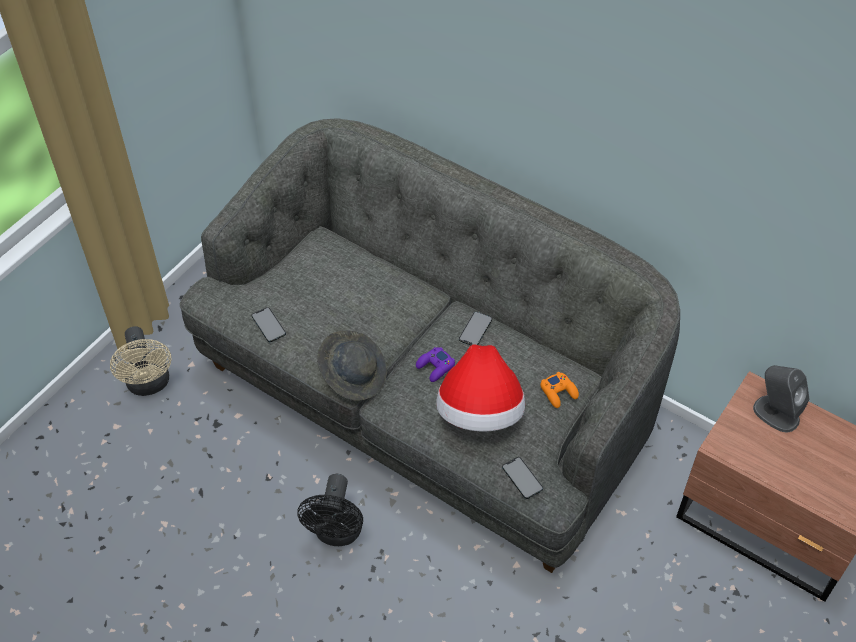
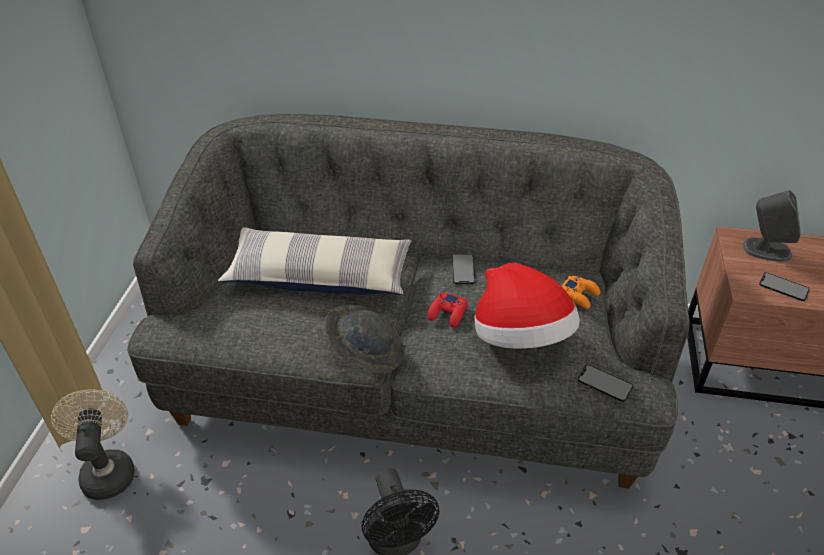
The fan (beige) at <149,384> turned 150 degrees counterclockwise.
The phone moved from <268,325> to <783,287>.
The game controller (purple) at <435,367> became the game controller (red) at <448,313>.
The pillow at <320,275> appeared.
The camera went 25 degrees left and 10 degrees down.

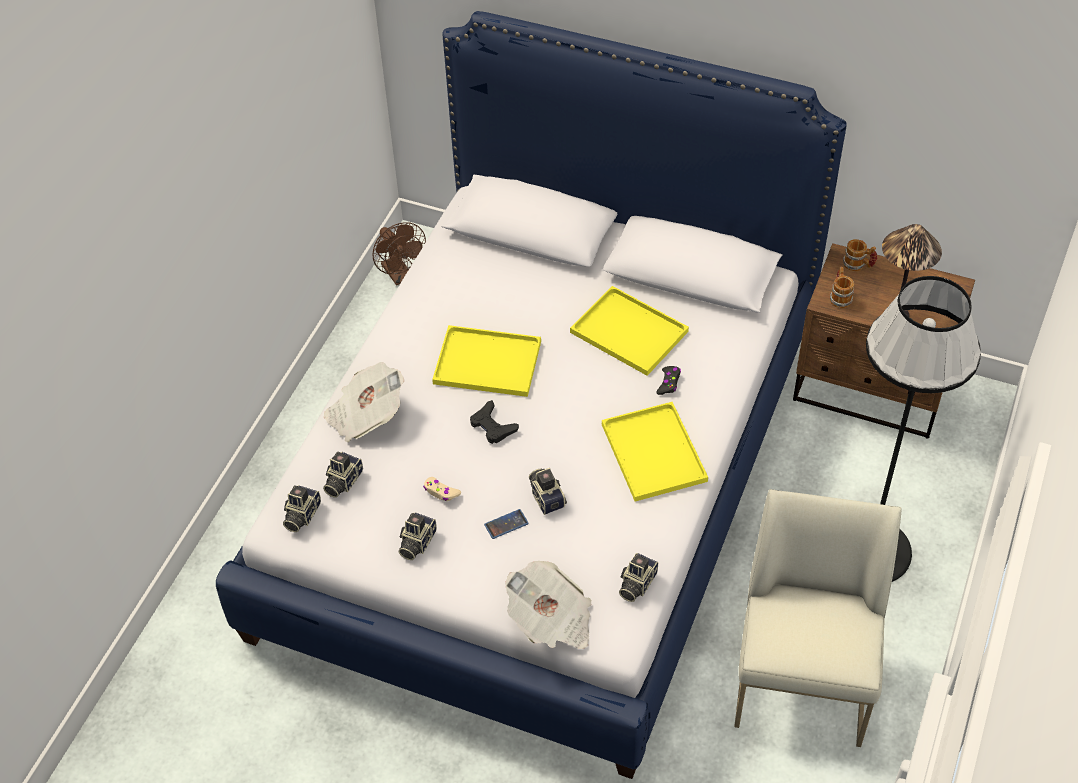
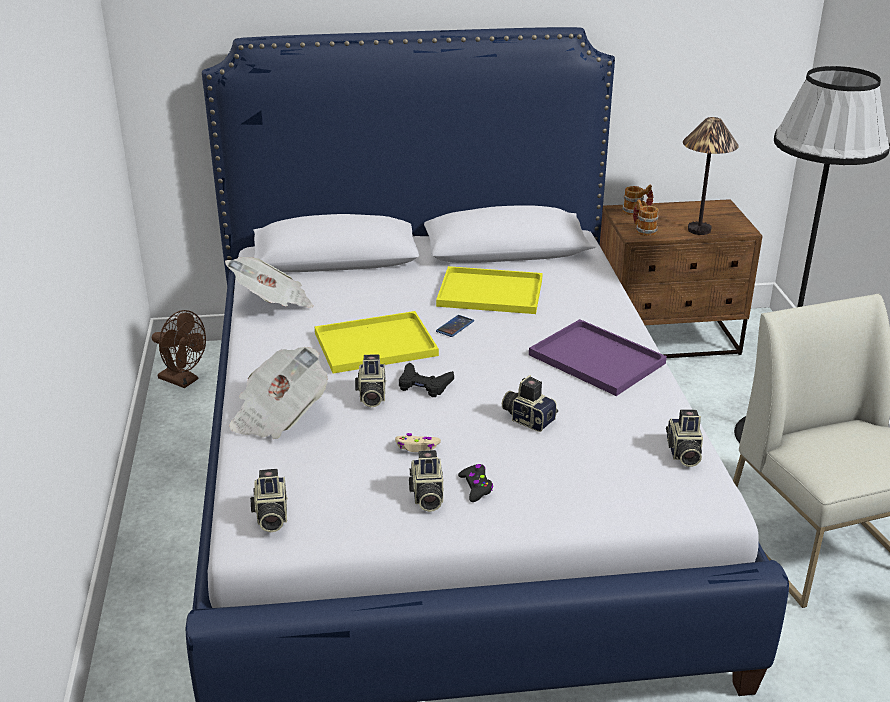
The photo camera moved from <342,481> to <371,396>.
The phone moved from <506,524> to <455,326>.
The newspaper moved from <551,620> to <273,303>.
The tray (yellow) at <655,454> became the tray (purple) at <599,359>.
The game controller (black) moved from <669,383> to <476,487>.
The camera went 30 degrees left and 20 degrees down.

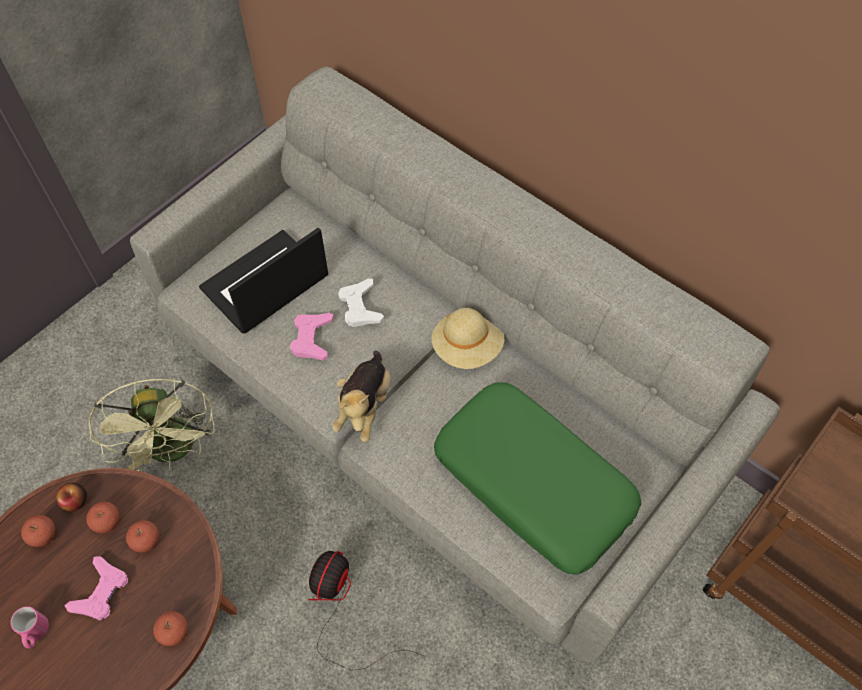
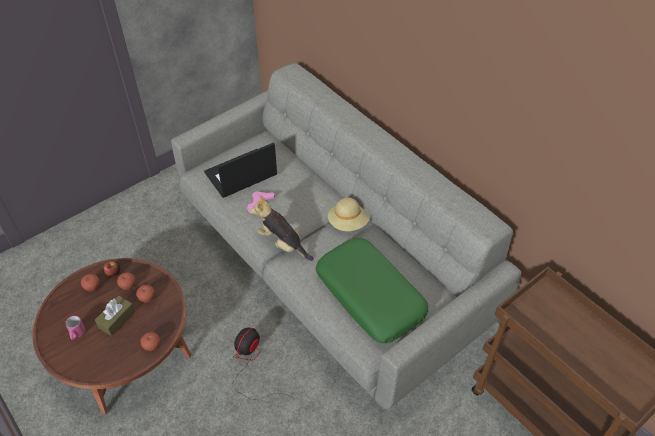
The game controller (pink) at <101,592> was replaced by the tissue box (brown) at <117,319>.
The fan (green) at <174,450> disappeared.
The plush toy at <364,406> turned 105 degrees clockwise.
The game controller (white) at <360,307> disappeared.
The camera went 10 degrees right and 10 degrees down.

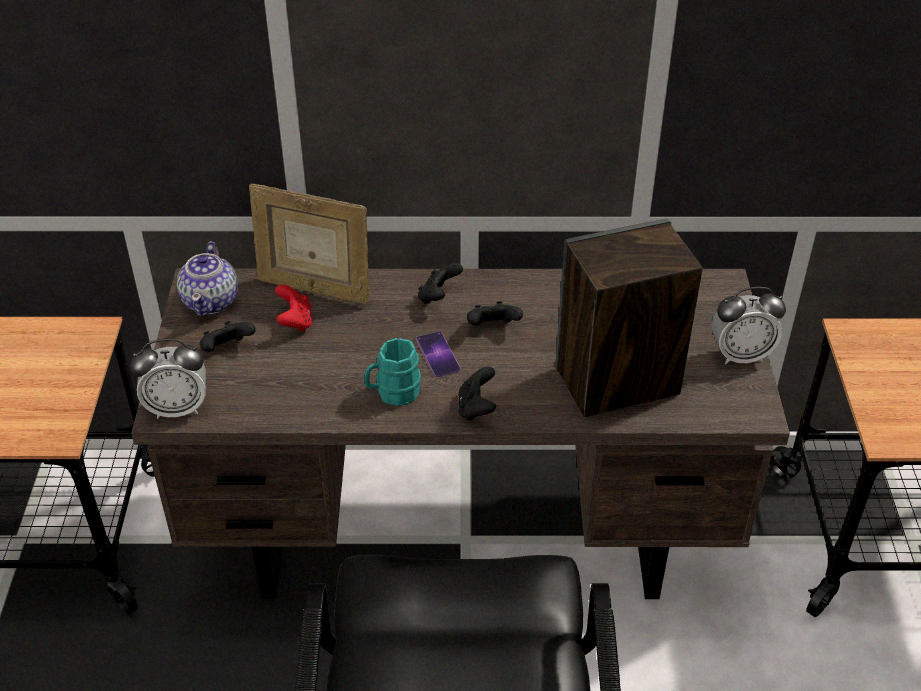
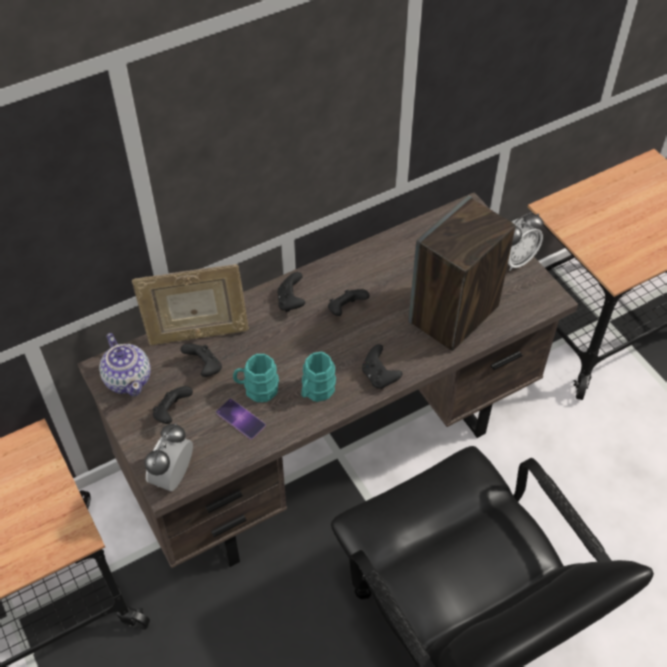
The alarm clock at <177,408> turned 150 degrees clockwise.
The game controller (red) at <295,322> became the game controller (black) at <204,367>.
The phone moved from <438,354> to <240,419>.
The mug (turquoise) at <257,389> appeared.
The camera went 30 degrees left and 10 degrees up.

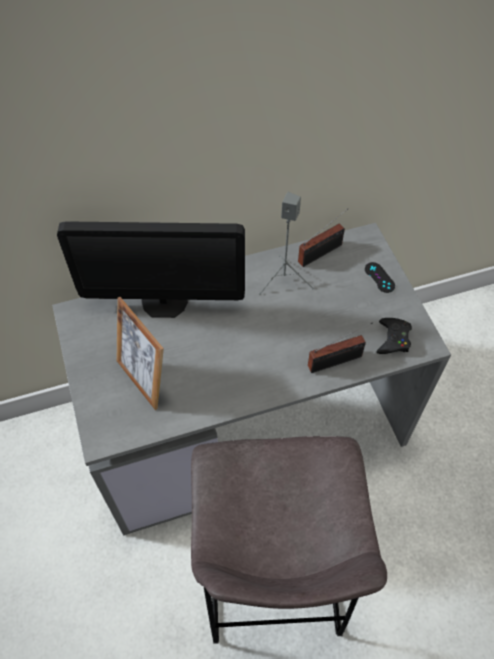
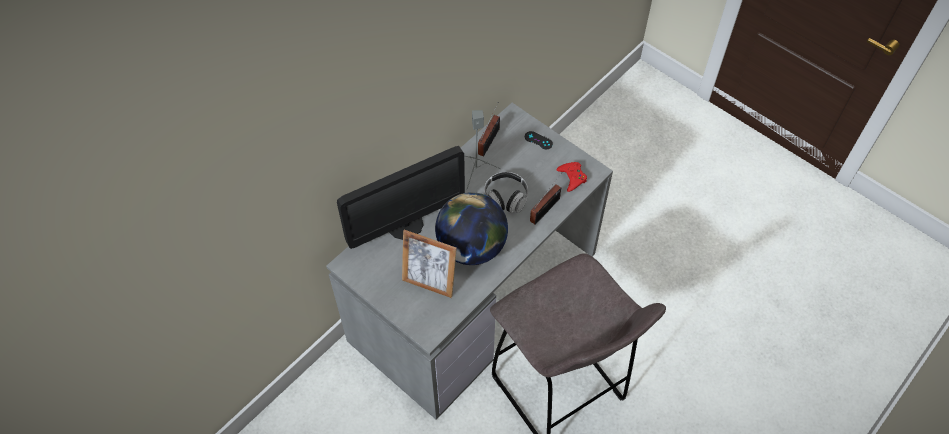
The game controller (black) at <393,339> became the game controller (red) at <572,178>.
The globe at <471,247> appeared.
The headphones at <505,198> appeared.
The camera went 30 degrees left and 0 degrees up.

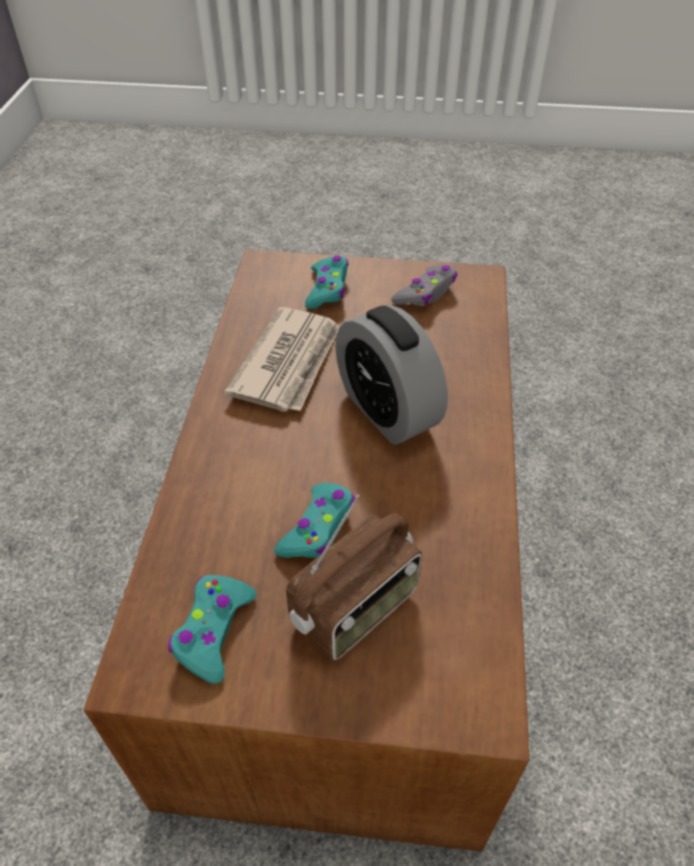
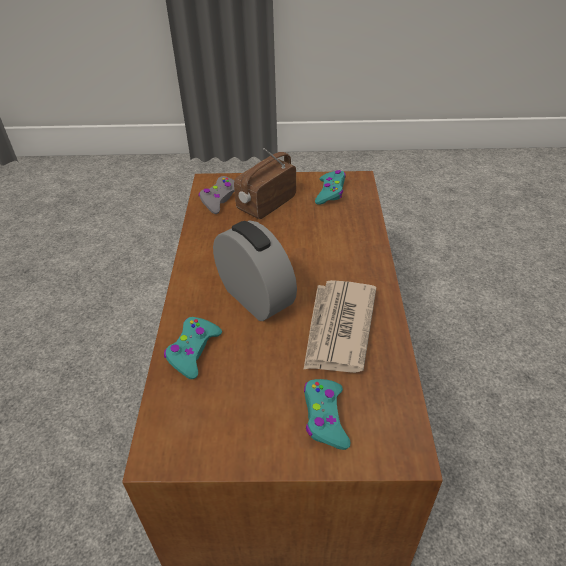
The game controller (turquoise) moved from <318,528> to <193,351>.
The game controller (grey) moved from <426,293> to <221,200>.
The camera went 175 degrees right and 5 degrees down.

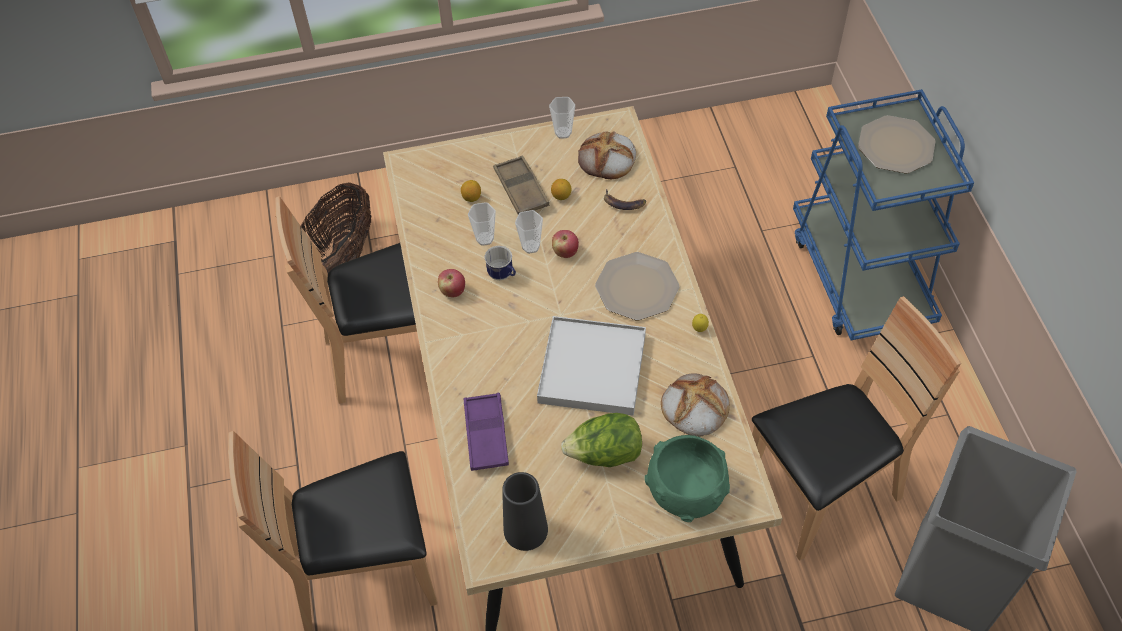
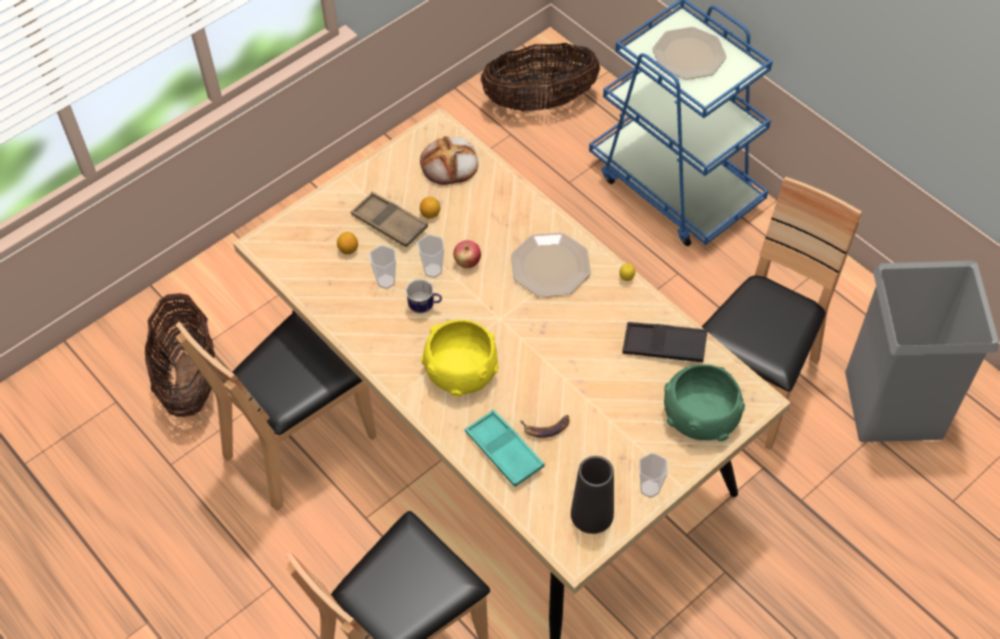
The apple at <452,291> disappeared.
The tray (purple) at <486,434> became the tray (turquoise) at <504,451>.
The tray (white) at <592,368> disappeared.
The cup moved from <563,132> to <649,488>.
The lettuce at <604,454> disappeared.
The banana moved from <623,203> to <546,427>.
The bread at <694,407> was replaced by the tray (black) at <664,346>.
The bowl (yellow) at <460,369> appeared.
The basket at <540,101> appeared.
The camera went 30 degrees left and 0 degrees up.

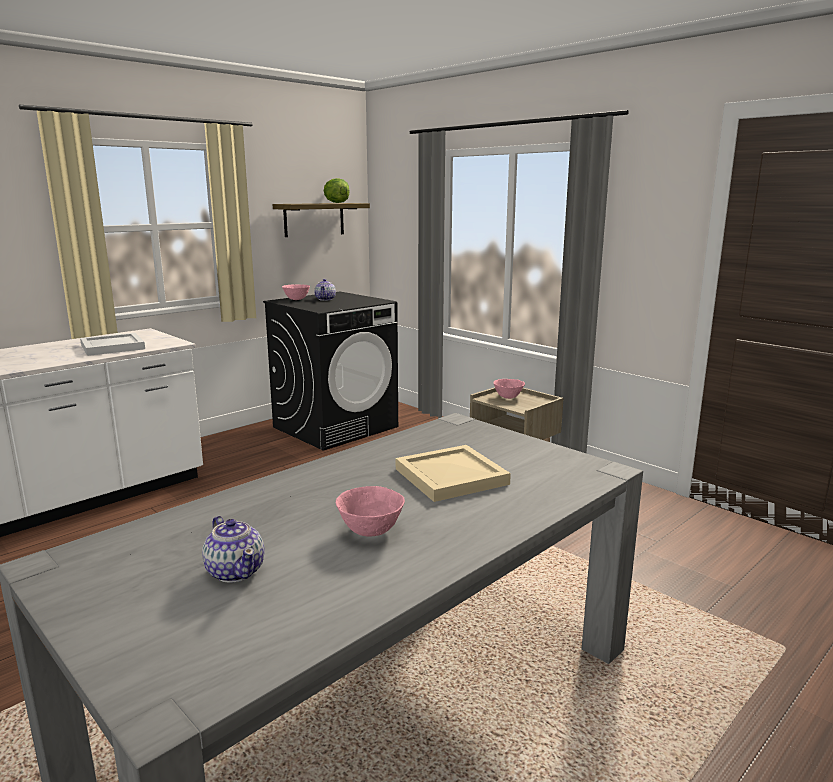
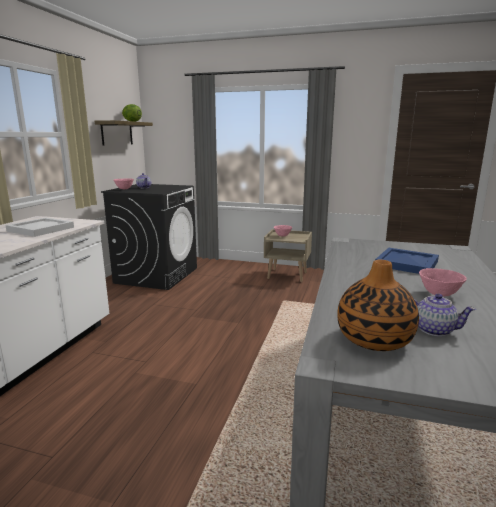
The tray (beige) at <449,476> became the tray (blue) at <405,263>.
The vase at <374,339> appeared.
The camera went 30 degrees left and 0 degrees up.

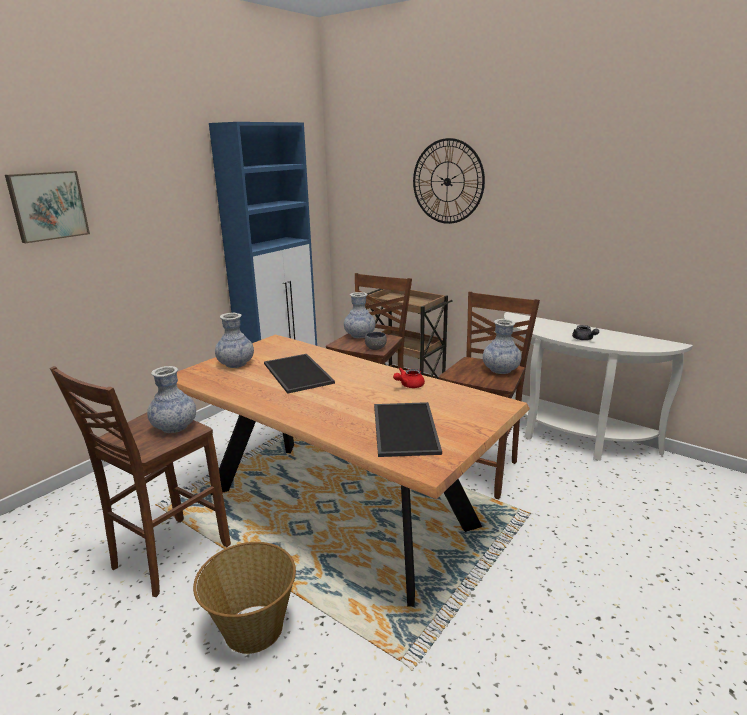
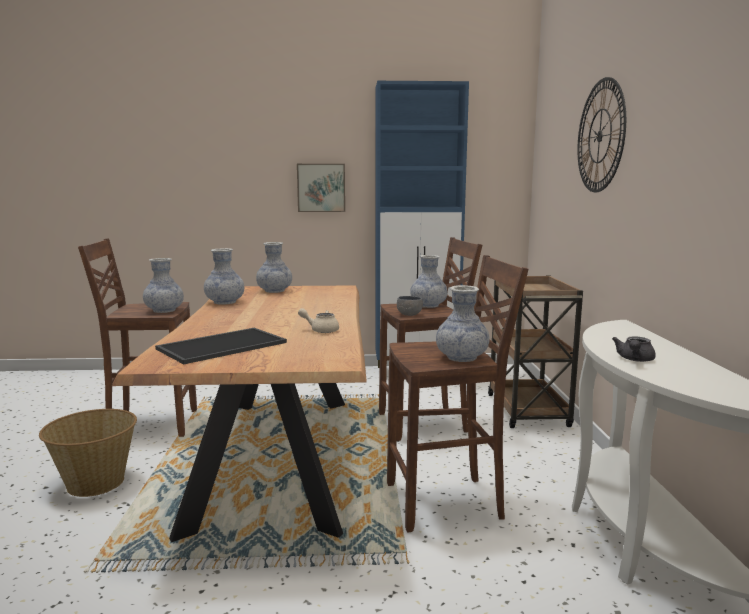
The picture moved from <48,205> to <321,187>.
The tray at <299,373> disappeared.
The teapot (red) at <409,385> became the teapot (beige) at <321,330>.
The vase at <225,302> appeared.
The camera went 50 degrees right and 10 degrees down.

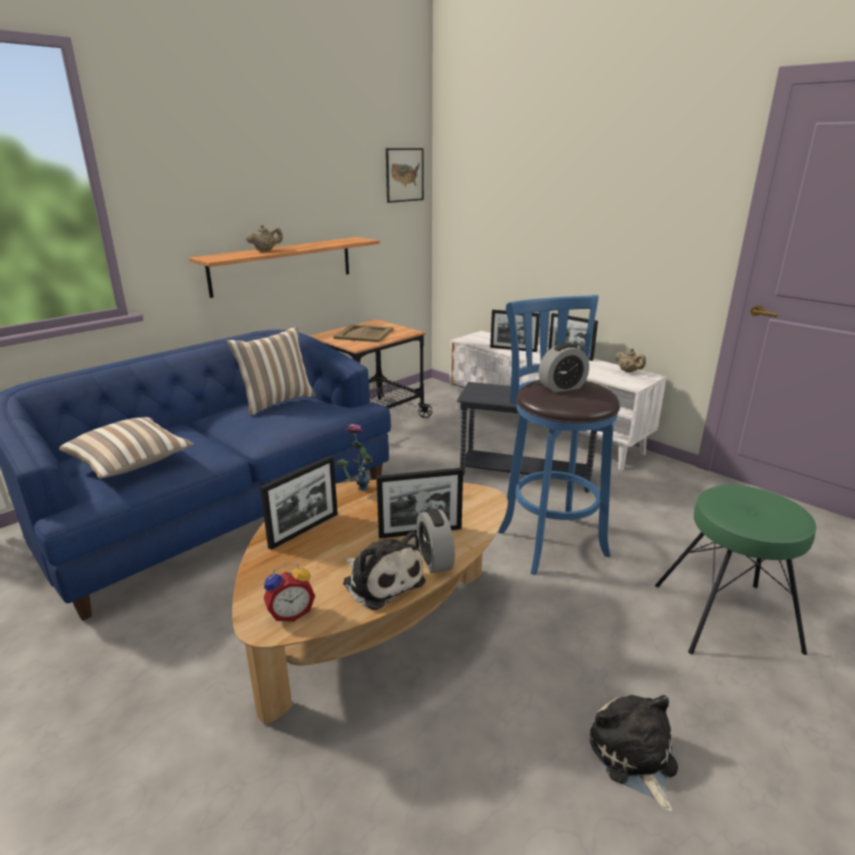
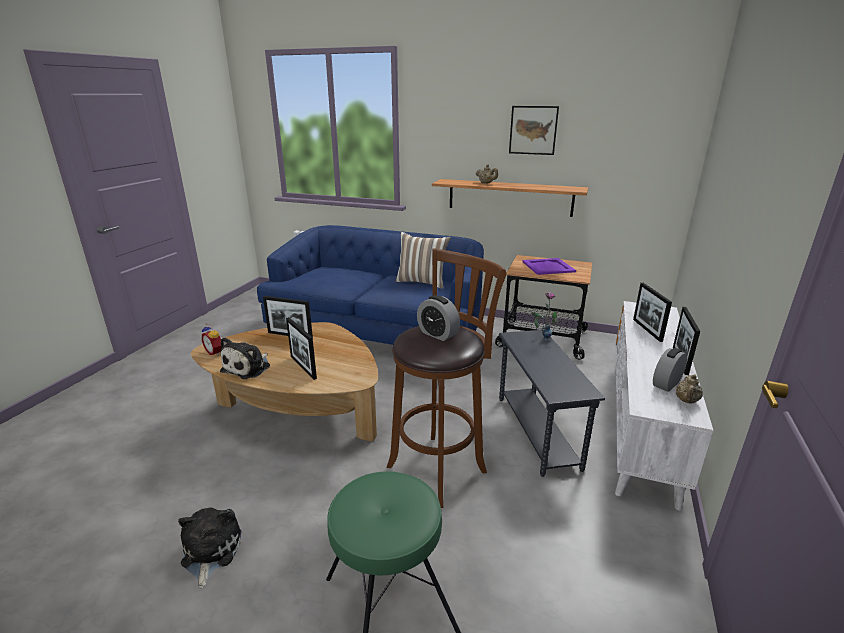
The pillow at <131,463> disappeared.
The tray (beige) at <363,334> became the tray (purple) at <547,266>.
The vase moved from <355,488> to <542,337>.
The picture moved from <404,175> to <533,130>.
The alarm clock moved from <434,560> to <666,384>.
The stool (blue) at <549,540> became the stool (brown) at <440,466>.
The plush toy at <634,757> turned 60 degrees counterclockwise.
The camera went 65 degrees right and 0 degrees up.

